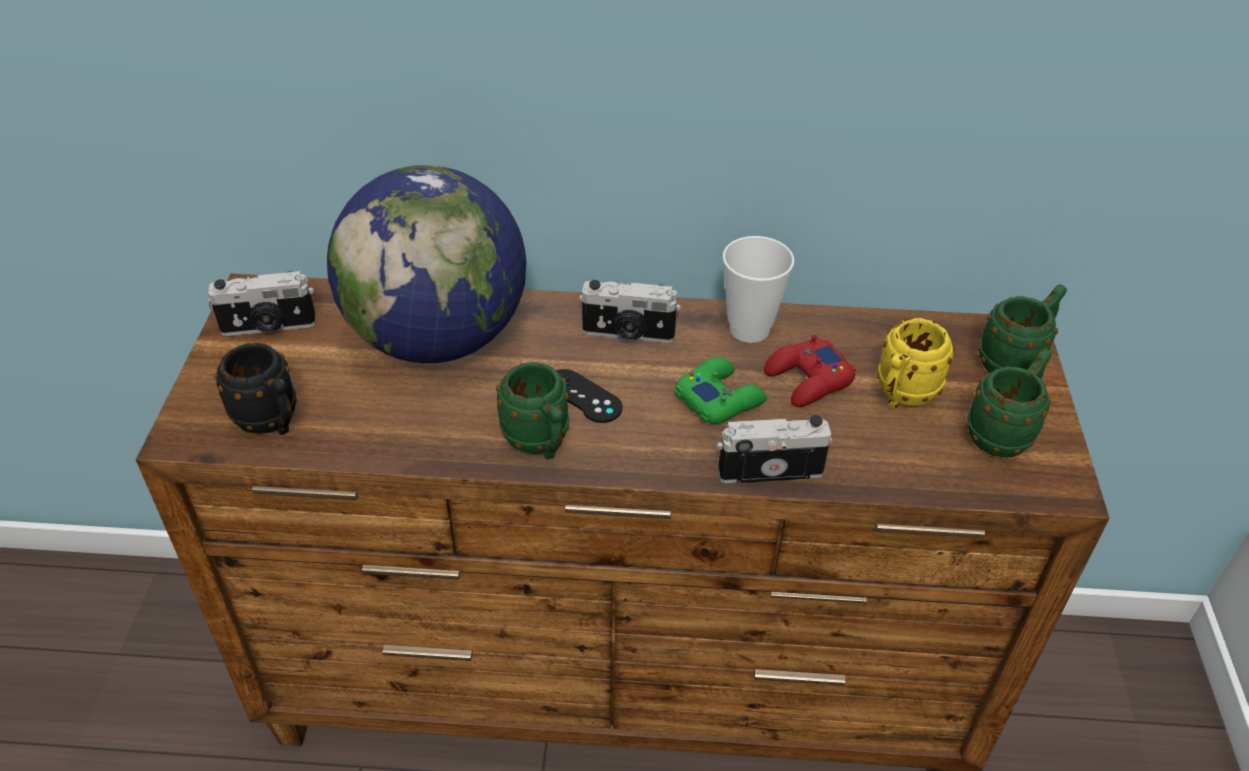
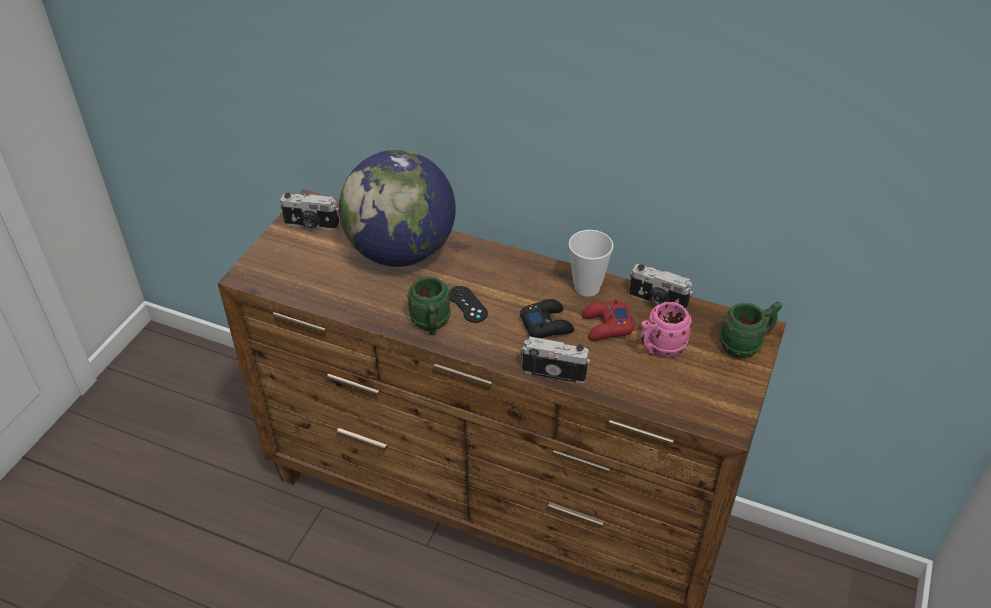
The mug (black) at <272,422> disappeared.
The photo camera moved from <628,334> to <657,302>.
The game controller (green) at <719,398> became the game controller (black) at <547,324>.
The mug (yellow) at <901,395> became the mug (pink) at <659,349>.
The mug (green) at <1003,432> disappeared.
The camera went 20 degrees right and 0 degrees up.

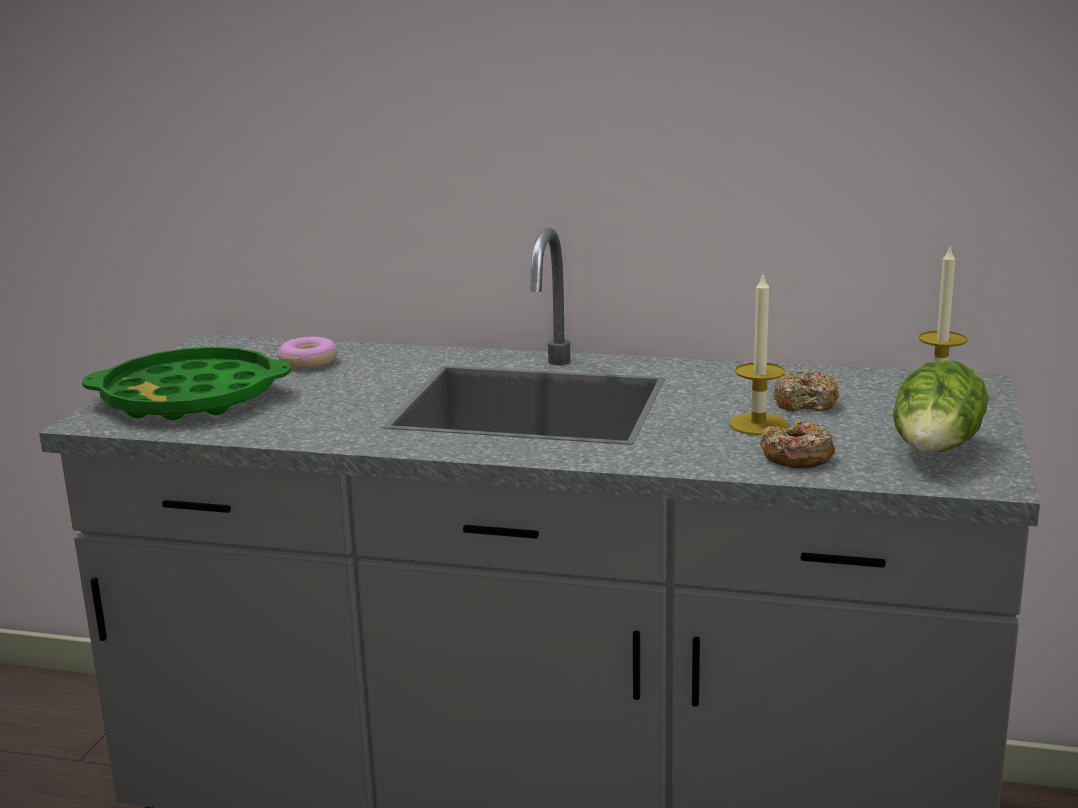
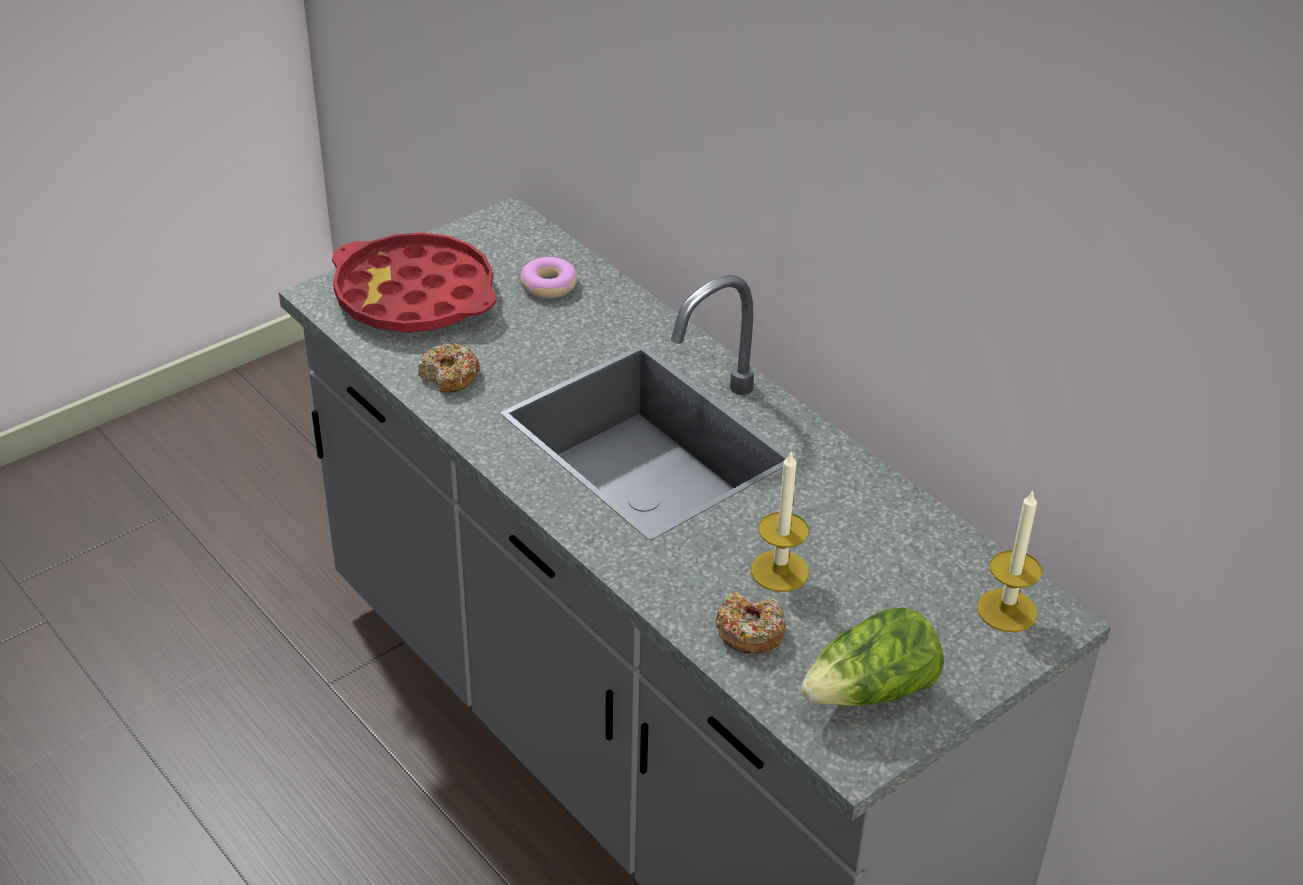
The tray (green) at <190,398> became the tray (red) at <414,296>.
The donut moved from <805,402> to <449,376>.
The camera went 35 degrees right and 20 degrees up.

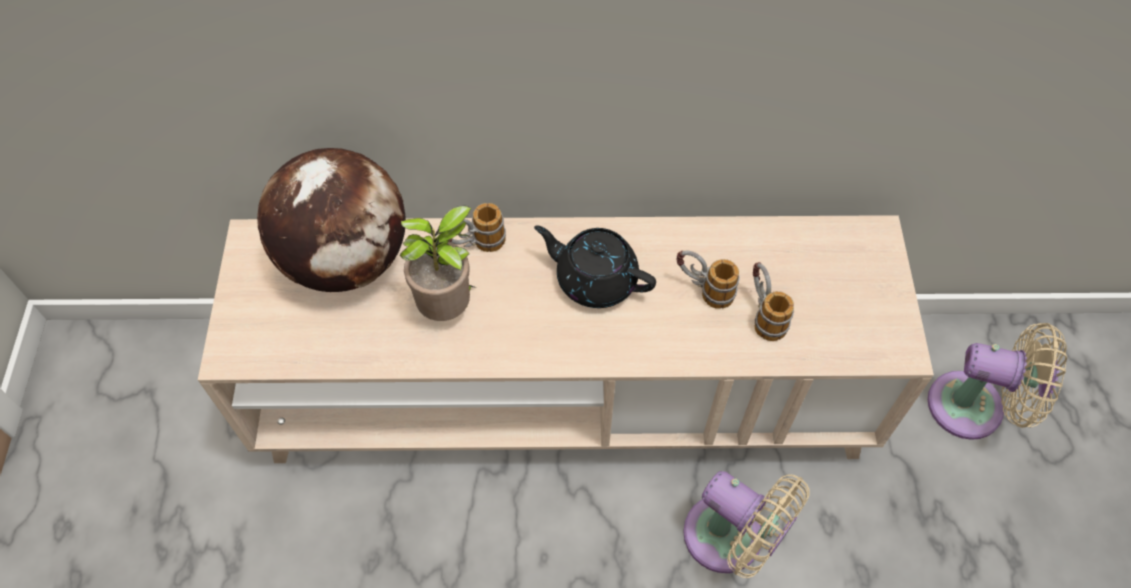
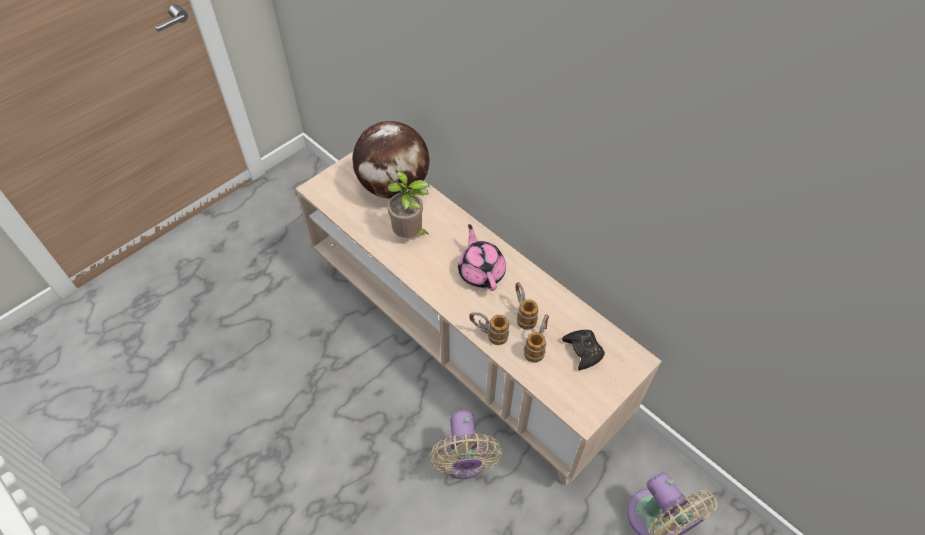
The mug moved from <476,246> to <488,334>.
The teapot (black) at <595,279> became the teapot (pink) at <481,271>.
The game controller (black) at <583,351> appeared.
The camera went 45 degrees right and 5 degrees down.

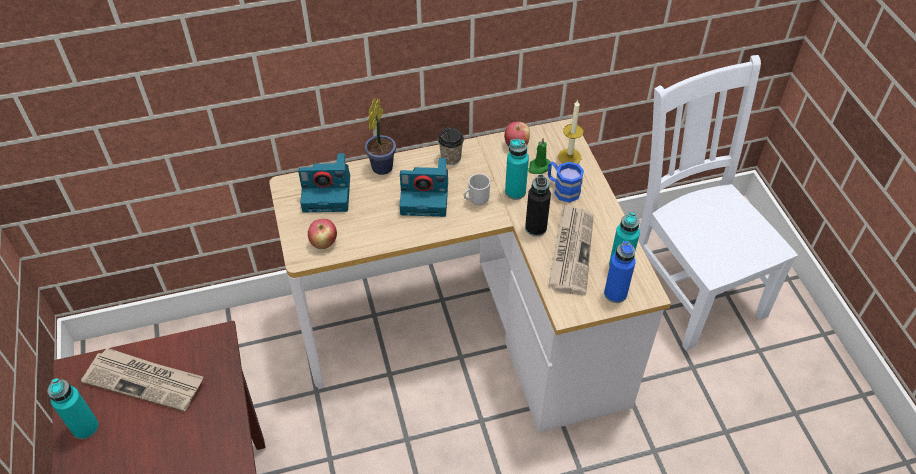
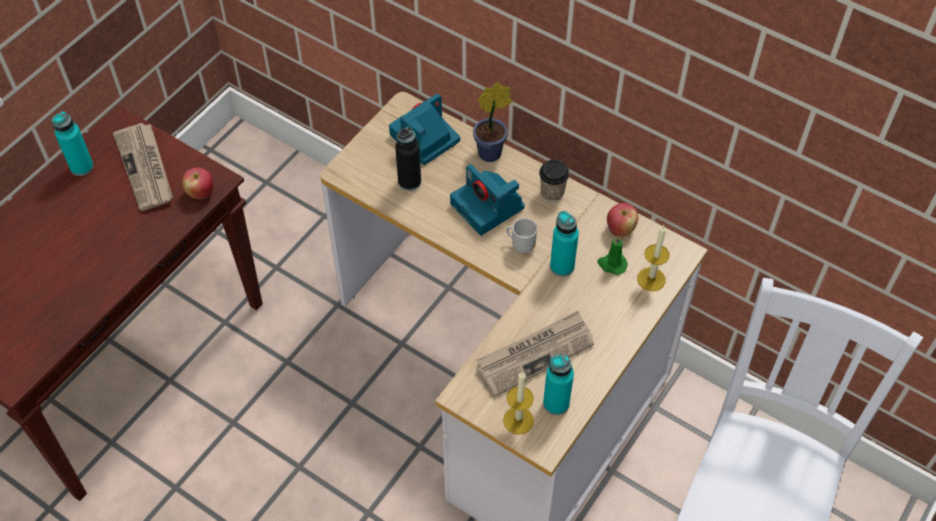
The photo camera at <328,193> turned 90 degrees clockwise.
The apple moved from <323,243> to <200,193>.
The bottle (black) moved from <535,228> to <409,181>.
The mug (blue) at <562,189> disappeared.
The bottle (blue) at <615,294> was replaced by the candle at <518,420>.
The camera went 50 degrees right and 5 degrees up.

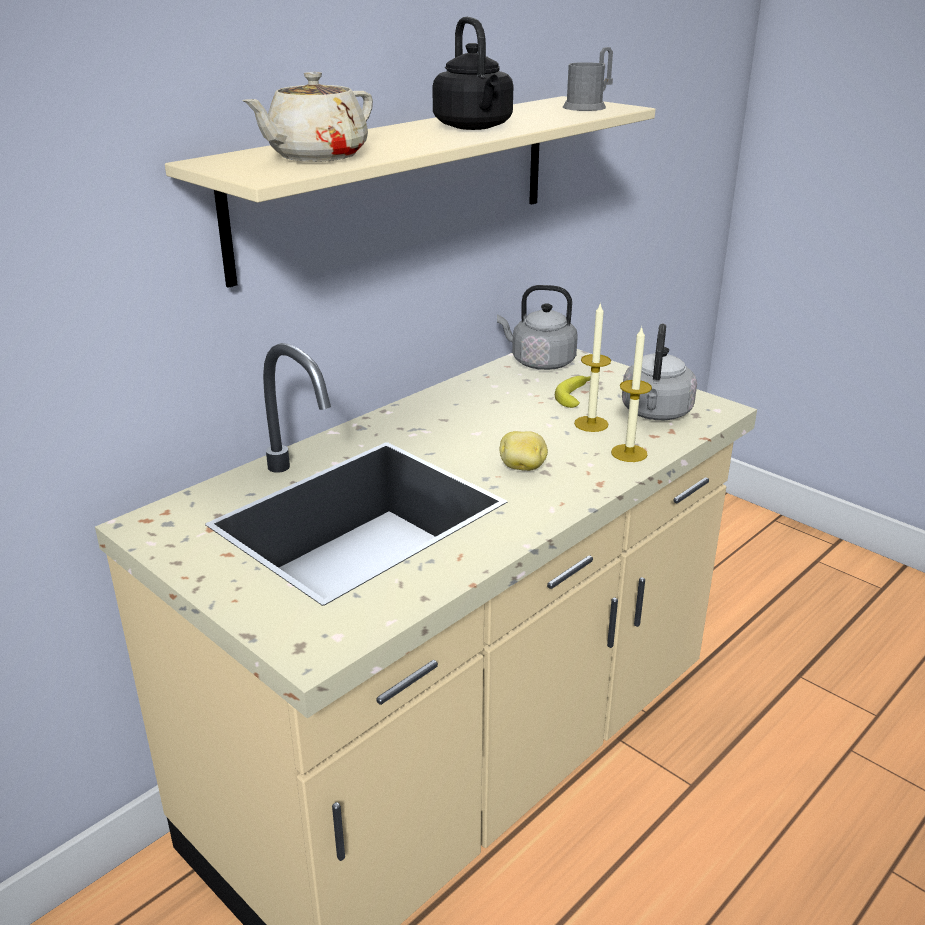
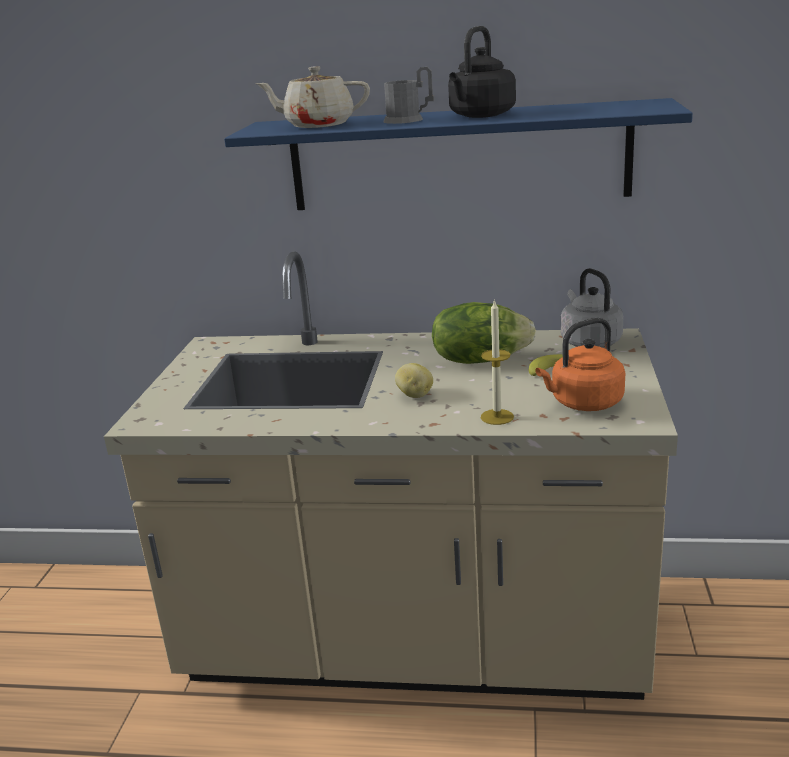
The shelf (beige) at <399,182> became the shelf (blue) at <458,157>.
The mug (grey) moved from <589,106> to <409,120>.
The candle at <591,424> disappeared.
The kettle (grey) at <656,413> became the kettle (orange) at <583,403>.
The lettuce at <479,359> appeared.
The camera went 55 degrees right and 5 degrees down.

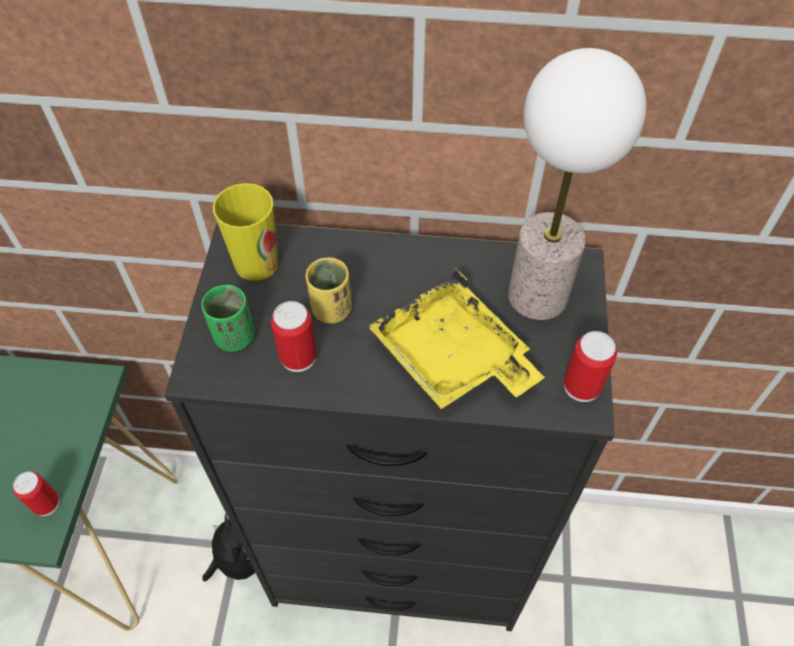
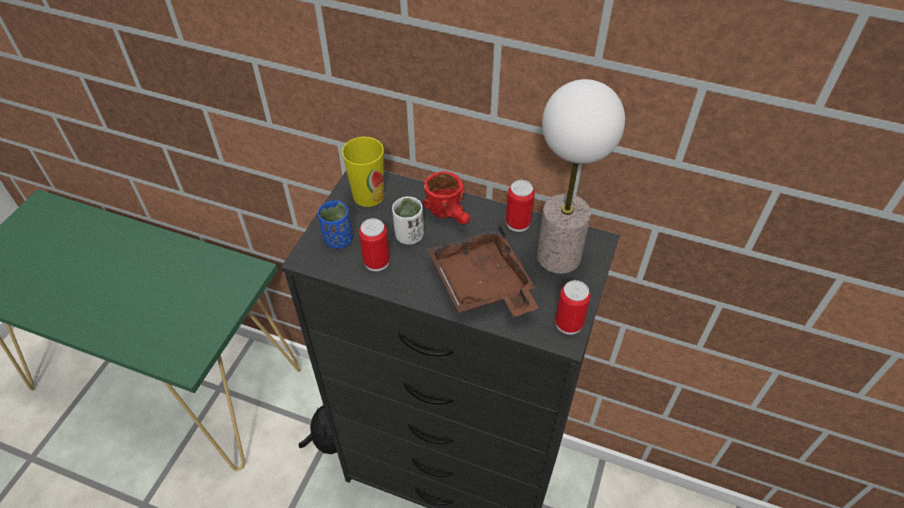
The can moved from <46,503> to <518,222>.
The cup (green) at <234,336> became the cup (blue) at <338,239>.
The cup (yellow) at <331,309> became the cup (white) at <409,235>.
The tray (yellow) at <452,358> became the tray (brown) at <482,284>.
The mug (red) at <451,215> appeared.
The camera went 15 degrees right and 5 degrees down.

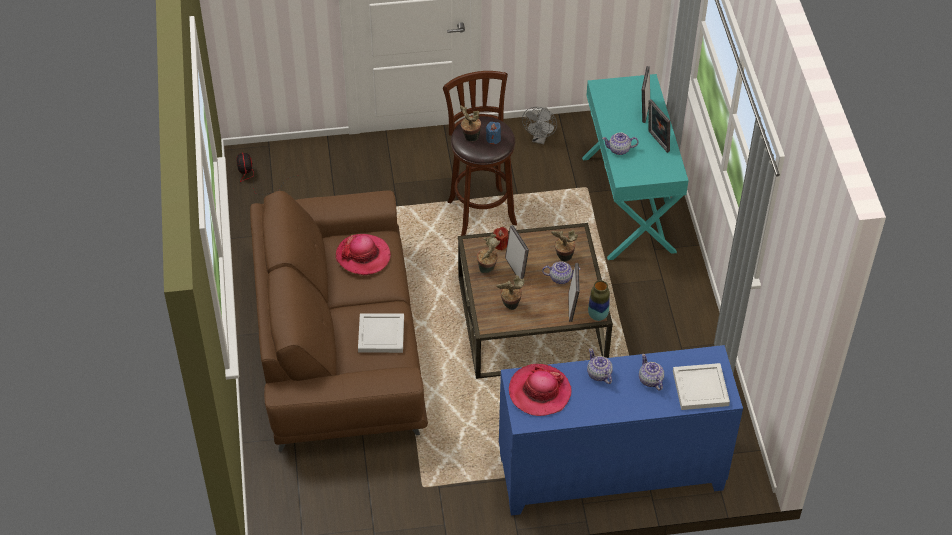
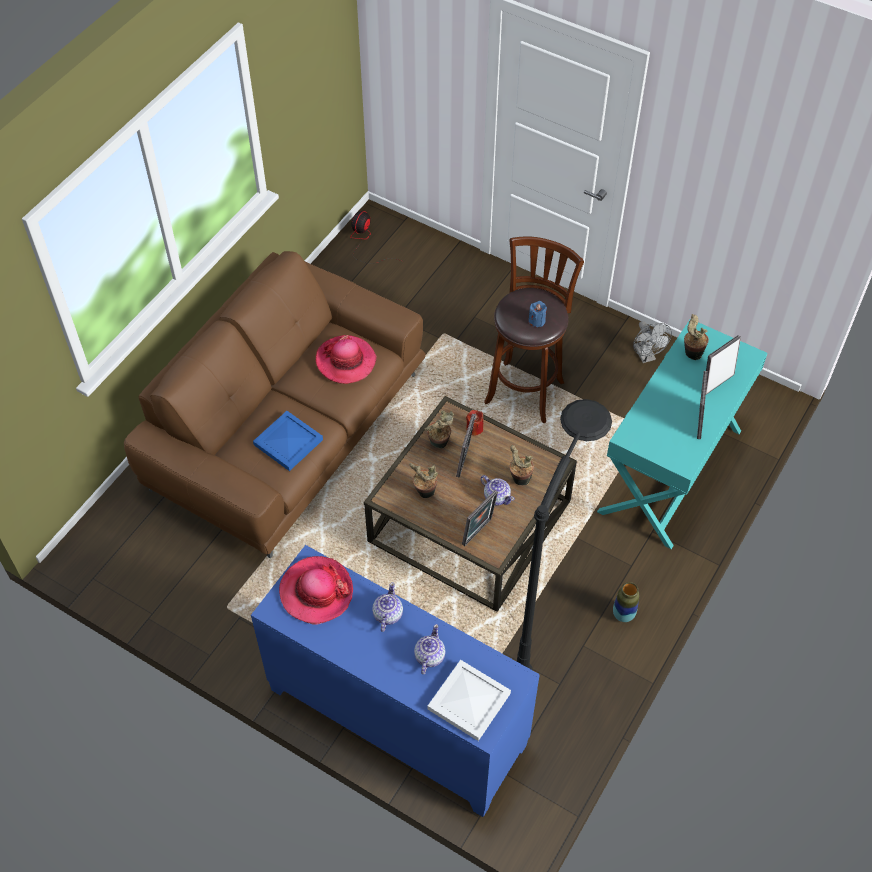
The tray (white) at <382,334> became the tray (blue) at <289,442>.
The potted plant moved from <470,137> to <691,353>.
The fan (grey) at <540,139> turned 75 degrees counterclockwise.
The vase moved from <597,315> to <623,614>.
The teapot at <619,150> disappeared.
The floor lamp (black) at <547,617> appeared.
The camera went 40 degrees right and 5 degrees up.

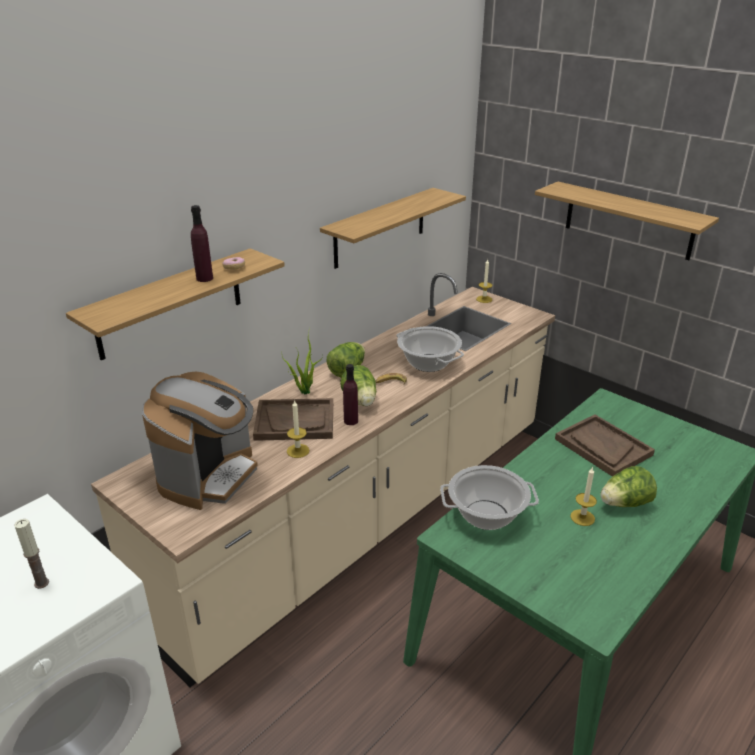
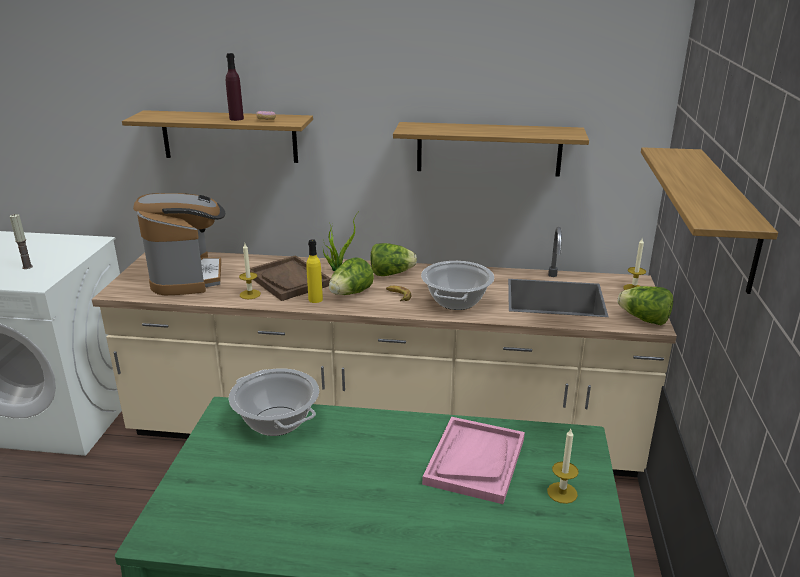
The coffee machine at <209,476> turned 90 degrees counterclockwise.
The bottle (purple) at <351,421> became the bottle (yellow) at <315,299>.
The tray (brown) at <602,447> became the tray (pink) at <475,461>.
The candle moved from <582,517> to <562,493>.
The lettuce moved from <625,503> to <644,320>.
The camera went 55 degrees right and 5 degrees down.

